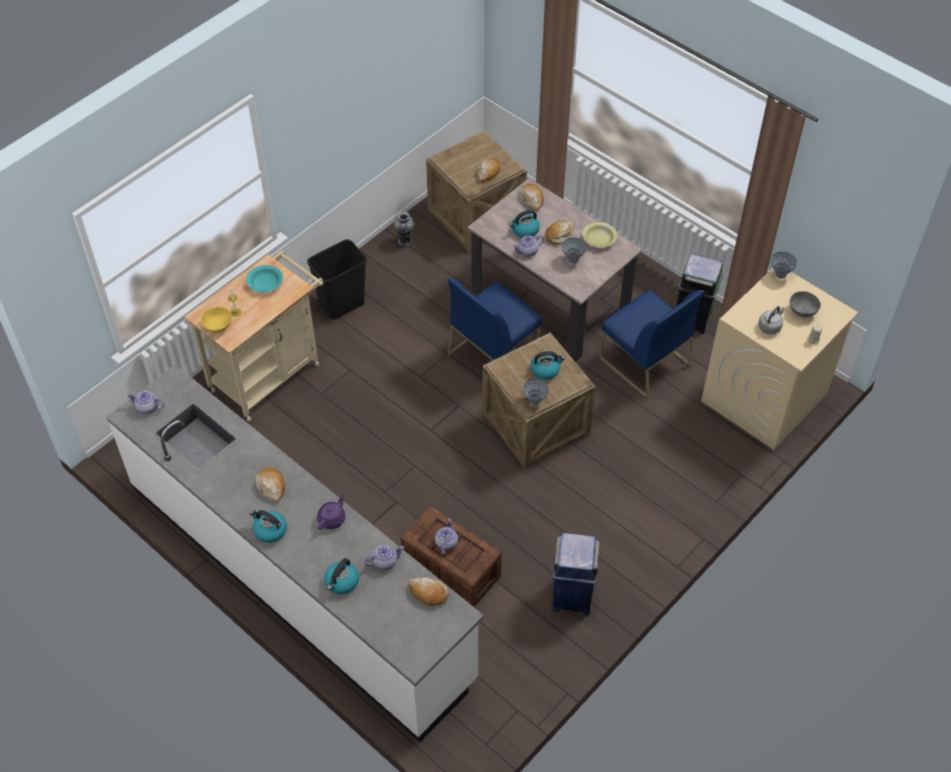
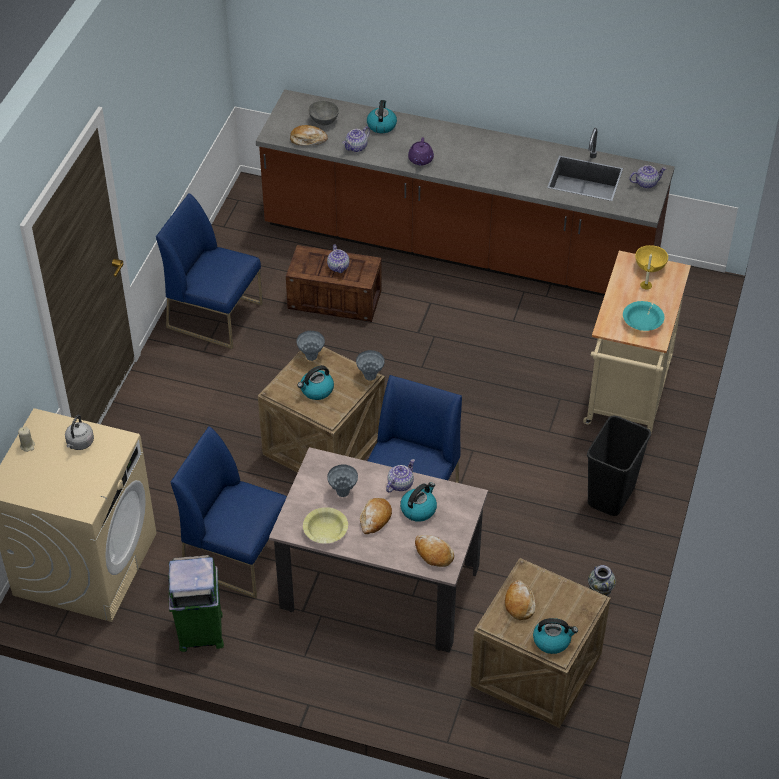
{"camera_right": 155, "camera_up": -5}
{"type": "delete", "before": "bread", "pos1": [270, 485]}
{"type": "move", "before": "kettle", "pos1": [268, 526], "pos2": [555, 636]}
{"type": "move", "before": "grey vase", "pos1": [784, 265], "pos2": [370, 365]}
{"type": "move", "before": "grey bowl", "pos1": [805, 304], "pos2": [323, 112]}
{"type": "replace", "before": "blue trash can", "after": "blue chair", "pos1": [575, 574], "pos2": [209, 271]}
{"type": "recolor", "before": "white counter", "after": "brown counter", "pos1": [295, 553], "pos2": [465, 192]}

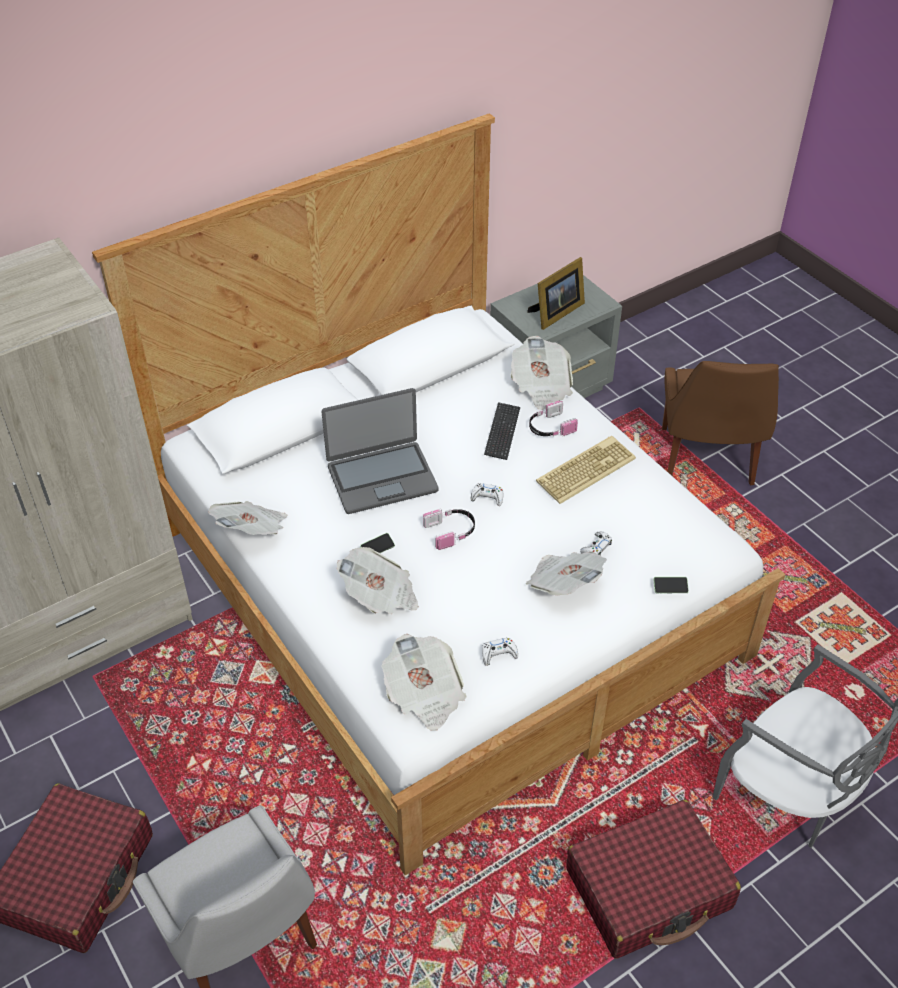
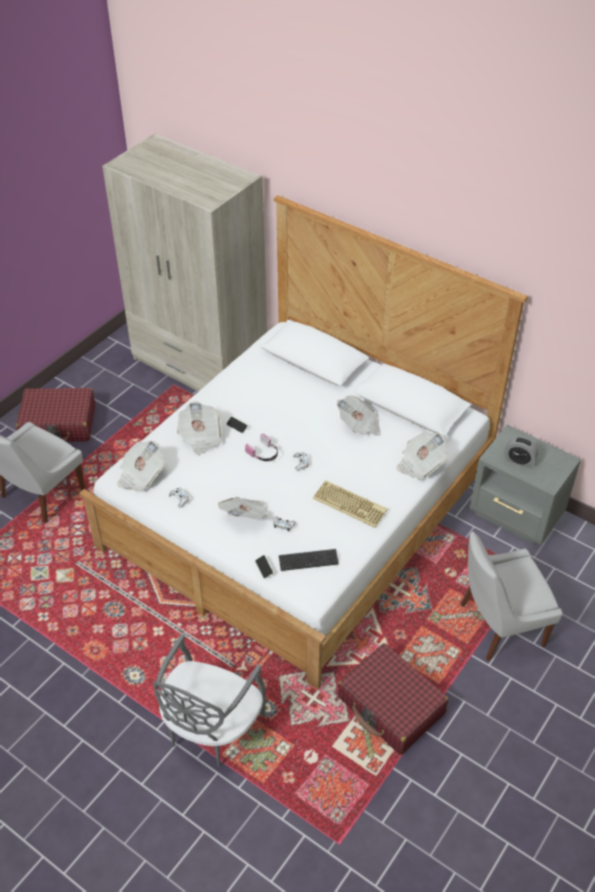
{"camera_right": 70, "camera_up": 0}
{"type": "delete", "before": "laptop", "pos1": [380, 451]}
{"type": "delete", "before": "headphones", "pos1": [553, 418]}
{"type": "move", "before": "newspaper", "pos1": [247, 518], "pos2": [359, 416]}
{"type": "move", "before": "keyboard", "pos1": [502, 431], "pos2": [309, 560]}
{"type": "move", "before": "red suitcase", "pos1": [653, 879], "pos2": [393, 699]}
{"type": "replace", "before": "picture frame", "after": "alarm clock", "pos1": [556, 293], "pos2": [521, 452]}
{"type": "recolor", "before": "brown chair", "after": "white chair", "pos1": [720, 423], "pos2": [512, 596]}

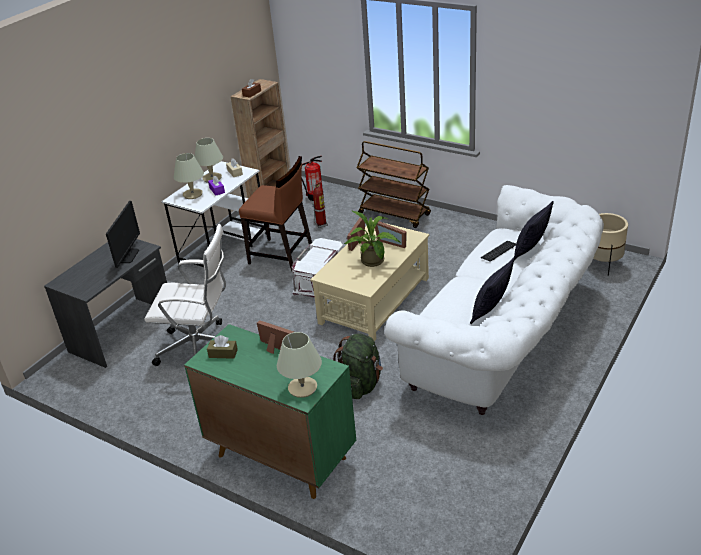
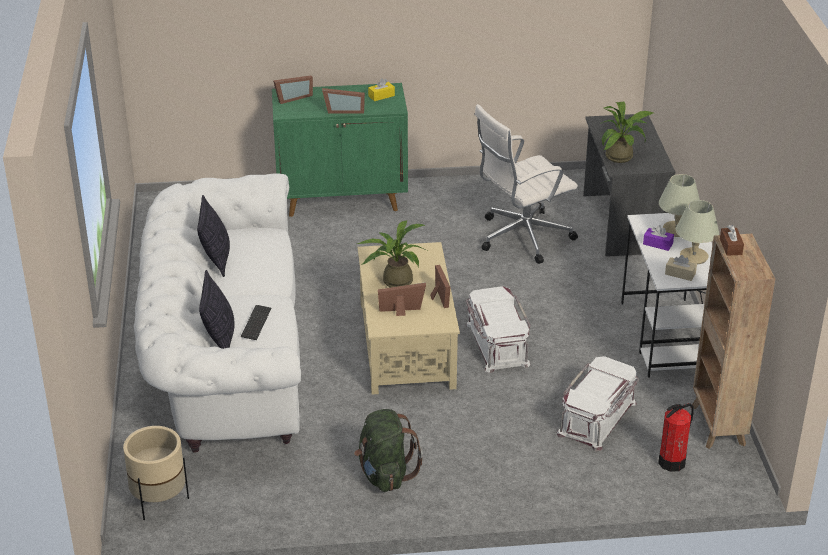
{"camera_right": 140, "camera_up": 0}
{"type": "delete", "before": "brown chair", "pos1": [275, 213]}
{"type": "delete", "before": "brown cart", "pos1": [394, 184]}
{"type": "move", "before": "green backpack", "pos1": [358, 366], "pos2": [388, 450]}
{"type": "replace", "before": "monitor", "after": "potted plant", "pos1": [123, 234], "pos2": [626, 132]}
{"type": "replace", "before": "beige table lamp", "after": "picture frame", "pos1": [299, 365], "pos2": [293, 89]}
{"type": "replace", "before": "fire extinguisher", "after": "white storage box", "pos1": [320, 204], "pos2": [597, 403]}
{"type": "recolor", "before": "brown tissue box", "after": "yellow tissue box", "pos1": [222, 347], "pos2": [381, 89]}

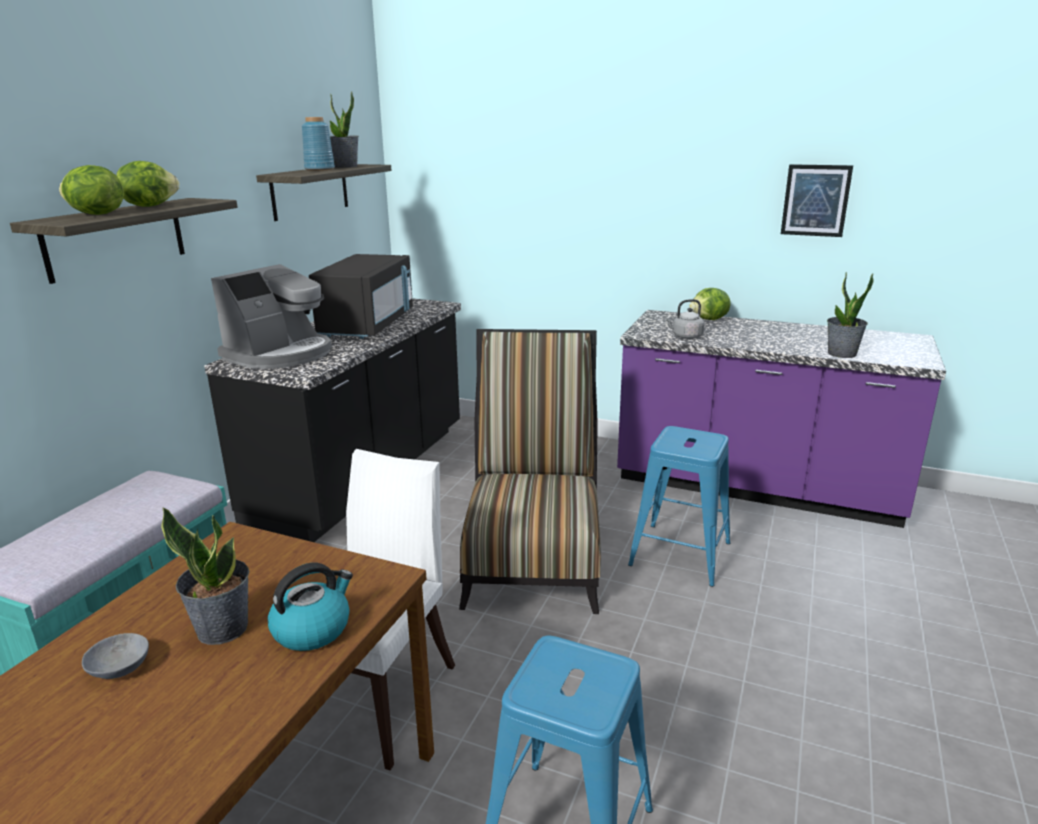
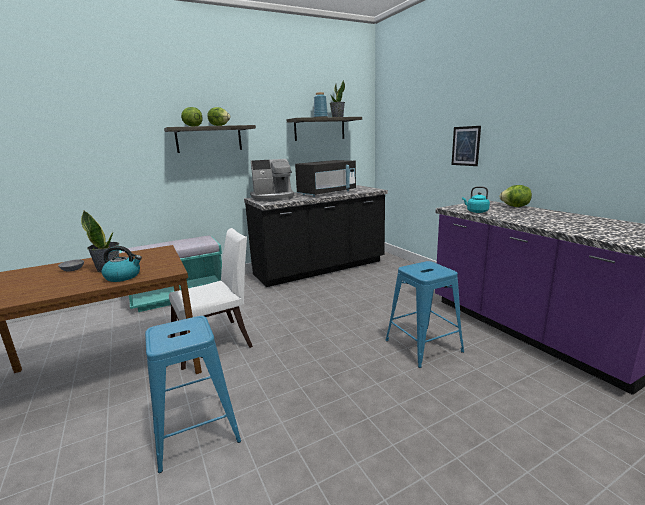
{"camera_right": 40, "camera_up": -5}
{"type": "delete", "before": "chair", "pos1": [530, 471]}
{"type": "delete", "before": "potted plant", "pos1": [850, 315]}
{"type": "move", "before": "picture", "pos1": [817, 200], "pos2": [466, 146]}
{"type": "recolor", "before": "grey kettle", "after": "turquoise kettle", "pos1": [685, 319], "pos2": [476, 199]}

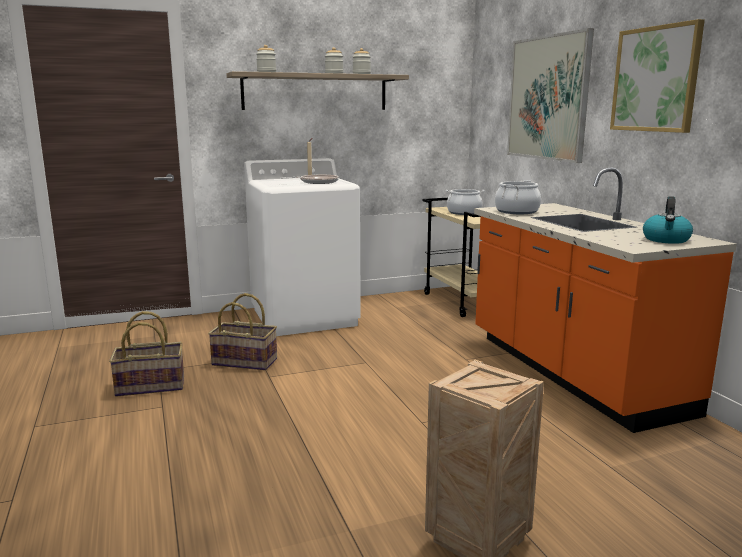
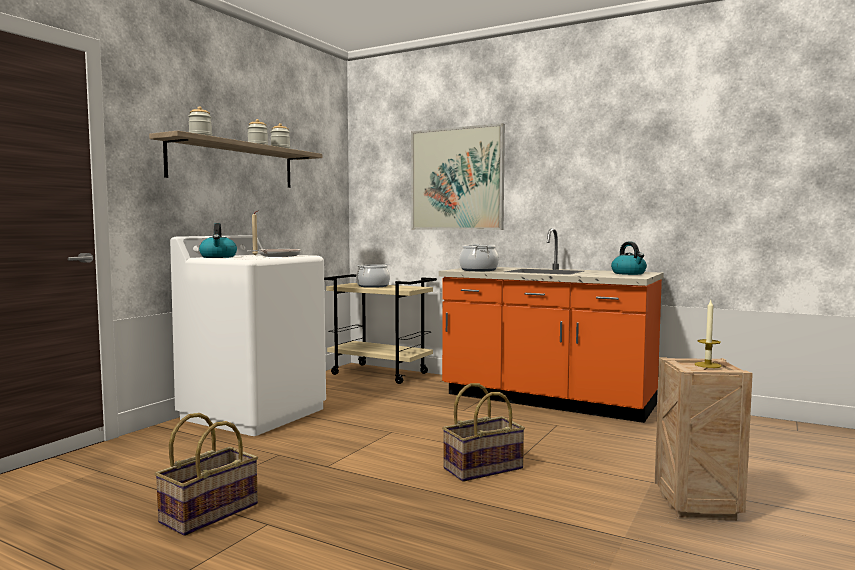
{"camera_right": -40, "camera_up": -10}
{"type": "delete", "before": "picture", "pos1": [657, 76]}
{"type": "insert", "after": "kettle", "pos2": [218, 240]}
{"type": "insert", "after": "candle", "pos2": [708, 334]}
{"type": "move", "before": "basket", "pos1": [242, 331], "pos2": [483, 432]}

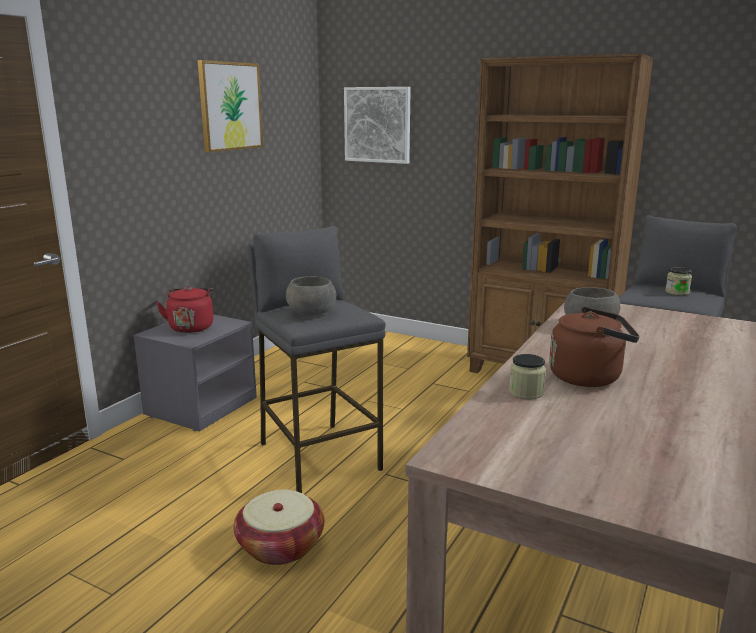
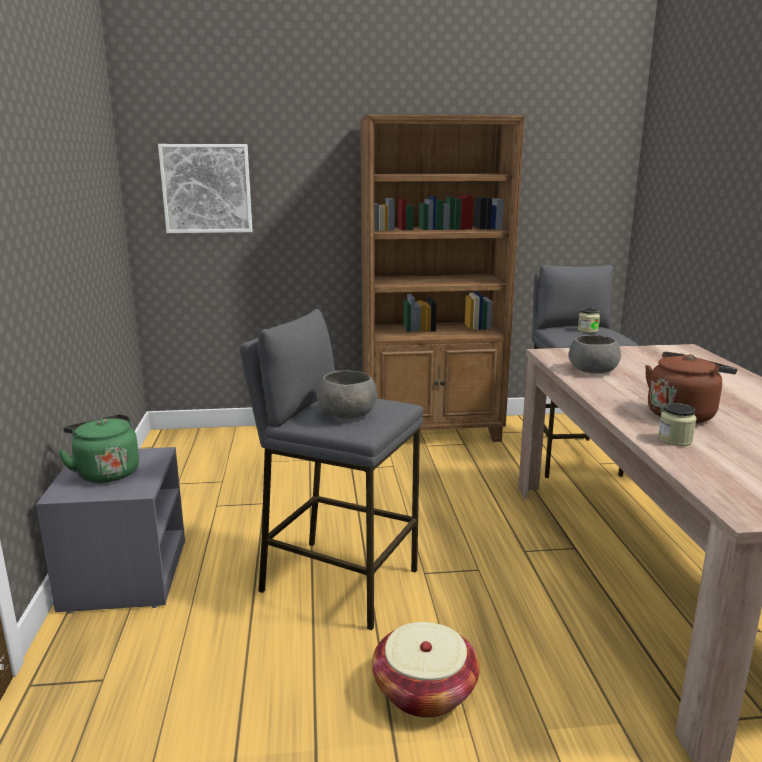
{"camera_right": -35, "camera_up": 0}
{"type": "delete", "before": "picture", "pos1": [230, 106]}
{"type": "recolor", "before": "red kettle", "after": "green kettle", "pos1": [185, 310], "pos2": [98, 448]}

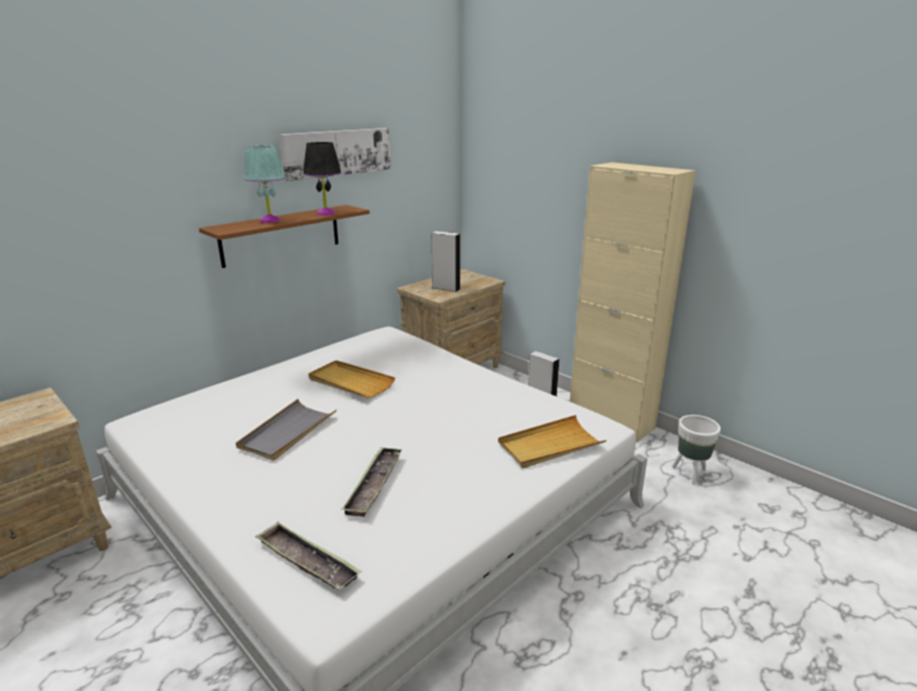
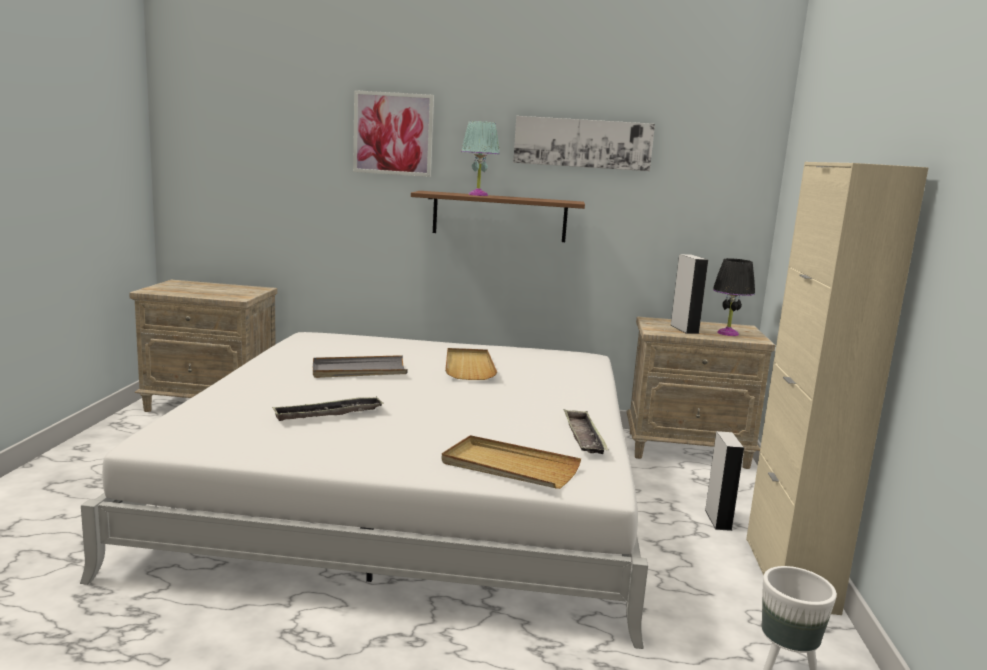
{"camera_right": 50, "camera_up": -10}
{"type": "insert", "after": "picture", "pos2": [393, 133]}
{"type": "move", "before": "tray", "pos1": [308, 556], "pos2": [586, 432]}
{"type": "move", "before": "black table lamp", "pos1": [322, 179], "pos2": [734, 297]}

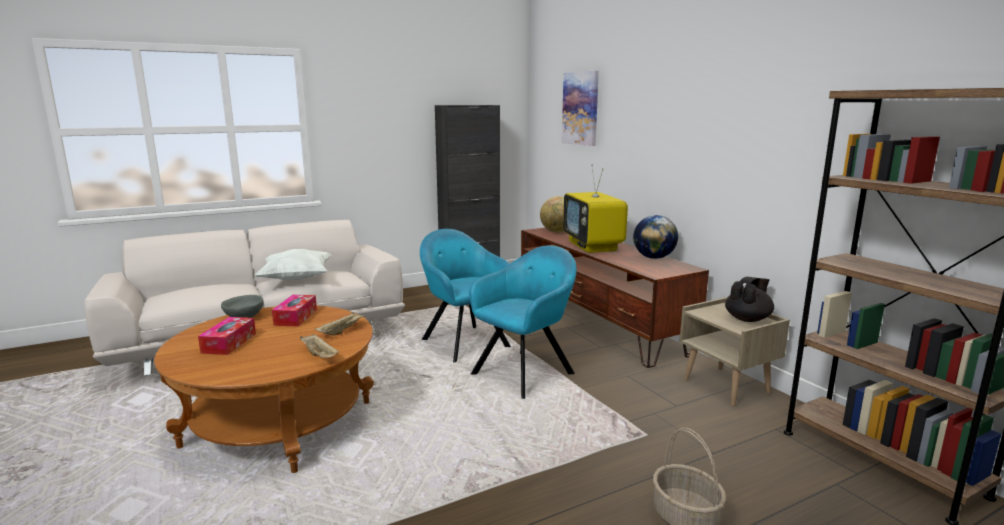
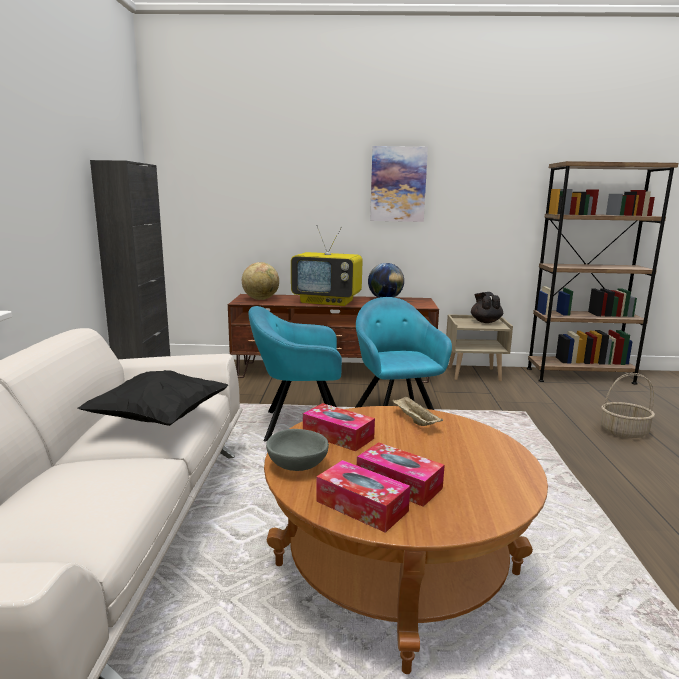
{"camera_right": -60, "camera_up": 0}
{"type": "delete", "before": "beige tray", "pos1": [319, 346]}
{"type": "insert", "after": "tissue box", "pos2": [363, 496]}
{"type": "move", "before": "picture", "pos1": [580, 108], "pos2": [399, 184]}
{"type": "recolor", "before": "white pillow", "after": "black pillow", "pos1": [293, 264], "pos2": [153, 398]}

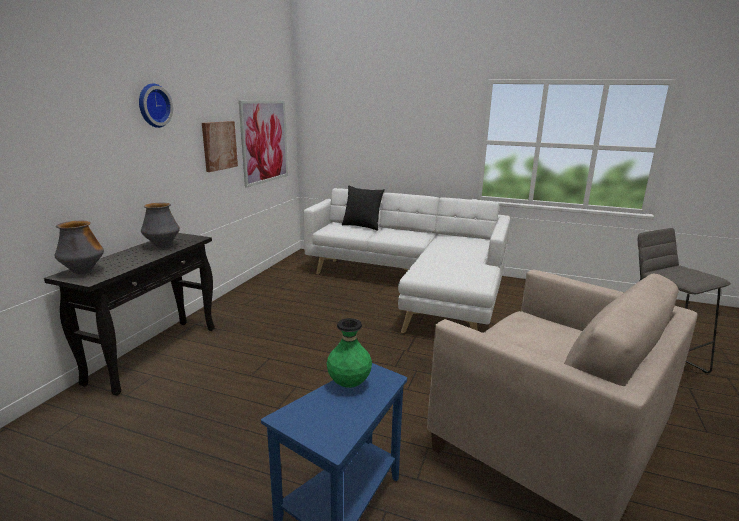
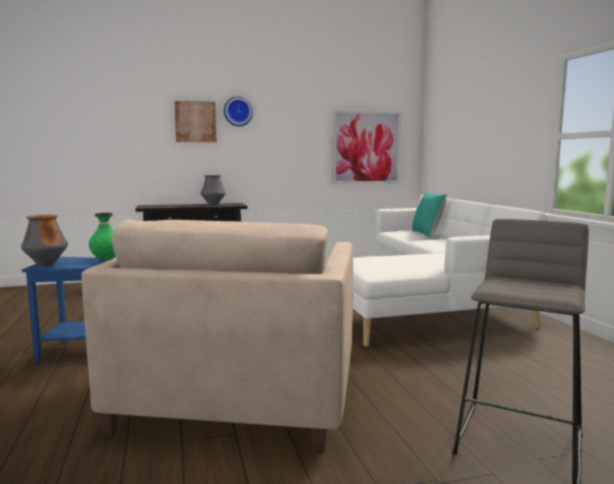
{"camera_right": 55, "camera_up": -10}
{"type": "move", "before": "vase", "pos1": [79, 247], "pos2": [44, 240]}
{"type": "move", "before": "picture", "pos1": [220, 146], "pos2": [195, 121]}
{"type": "recolor", "before": "black pillow", "after": "turquoise pillow", "pos1": [363, 208], "pos2": [429, 214]}

